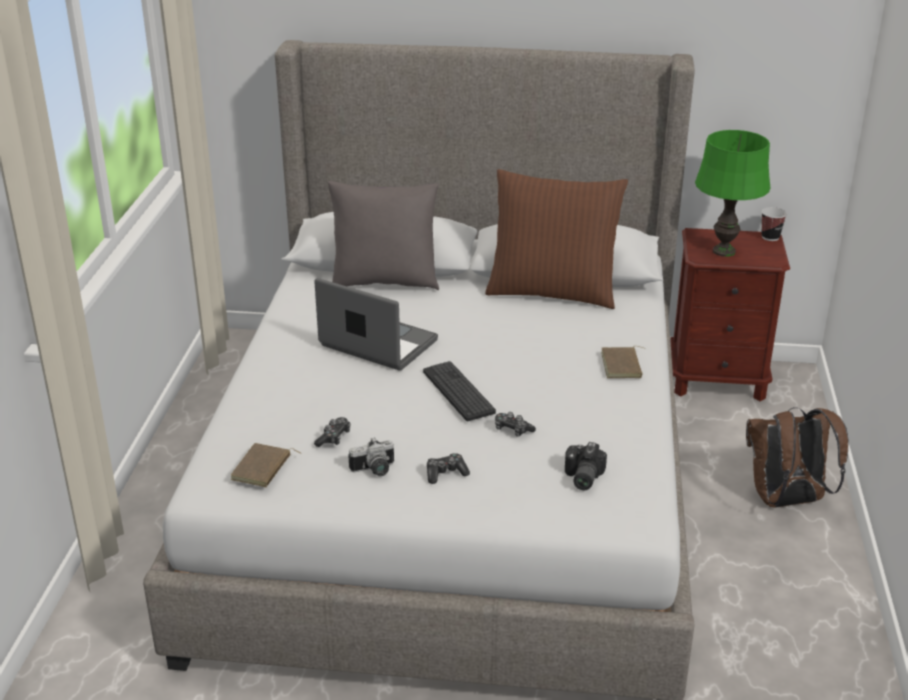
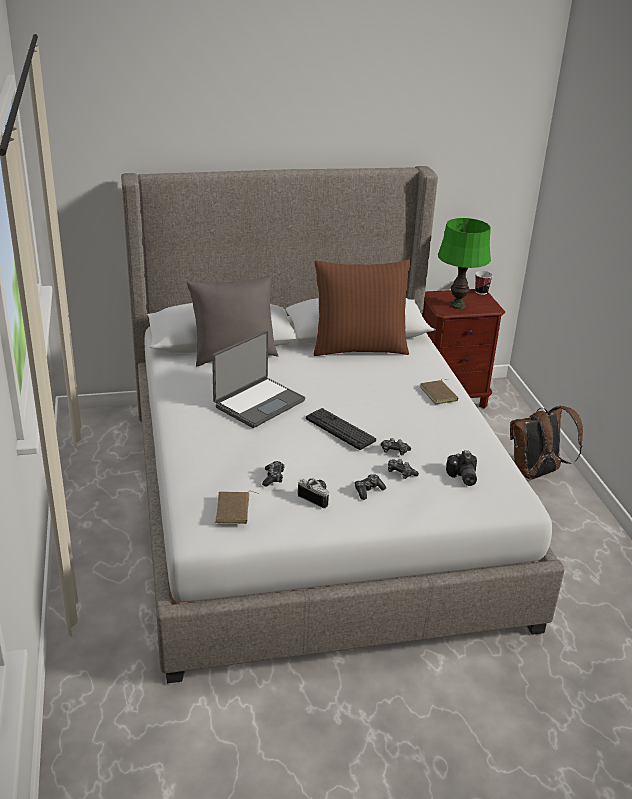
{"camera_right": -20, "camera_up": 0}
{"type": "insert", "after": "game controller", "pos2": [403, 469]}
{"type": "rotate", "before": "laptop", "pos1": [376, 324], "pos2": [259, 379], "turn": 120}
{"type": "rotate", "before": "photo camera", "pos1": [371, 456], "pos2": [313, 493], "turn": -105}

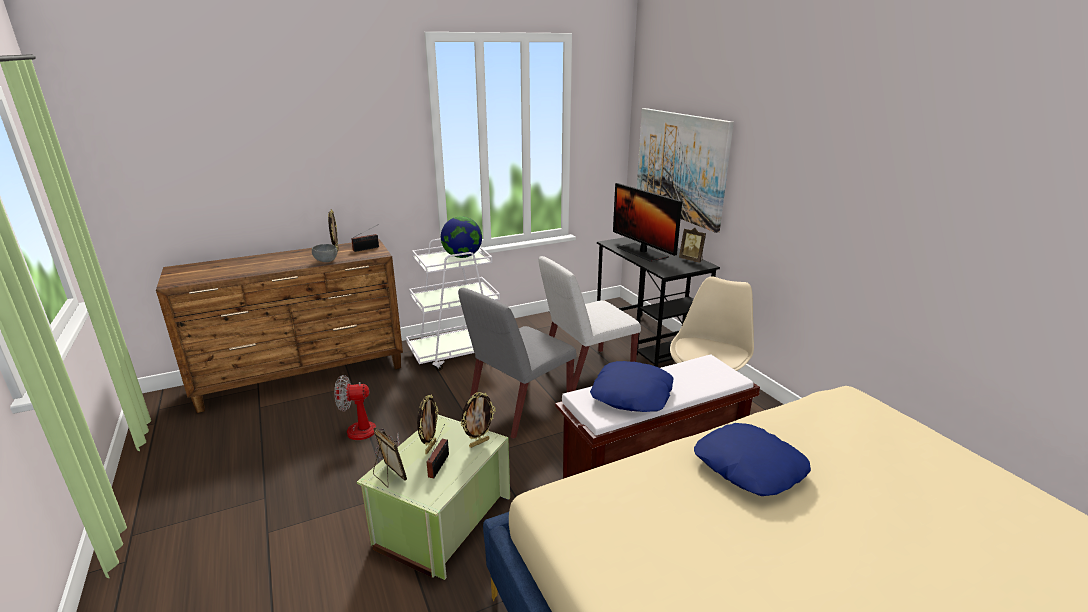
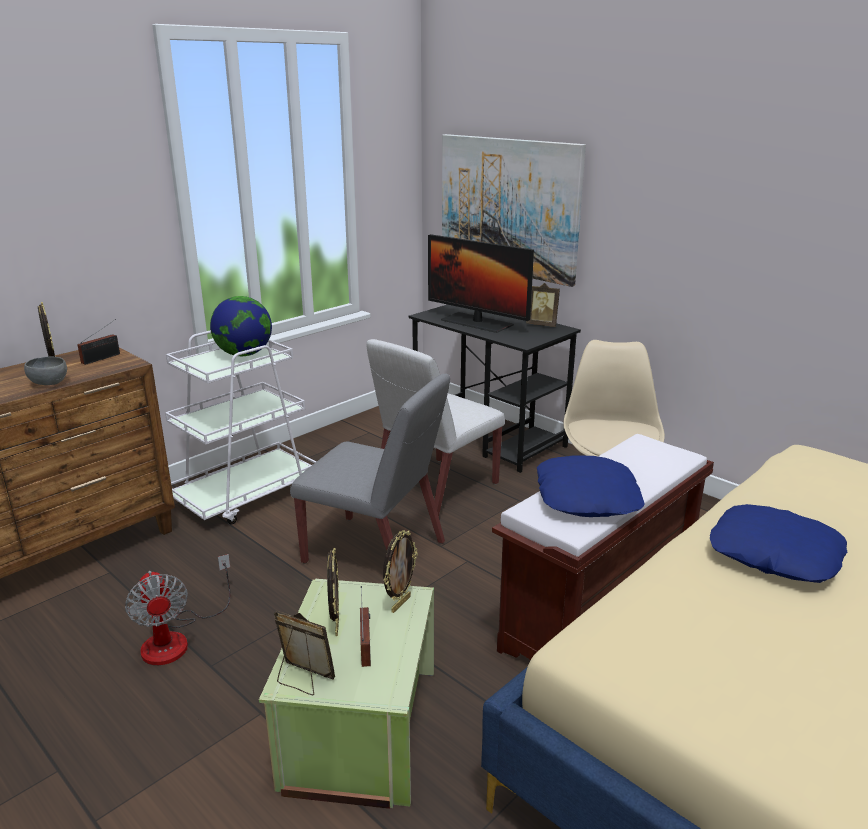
{"camera_right": -20, "camera_up": 0}
{"type": "rotate", "before": "fan", "pos1": [367, 417], "pos2": [177, 609], "turn": -90}
{"type": "rotate", "before": "grey chair", "pos1": [517, 363], "pos2": [370, 468], "turn": -90}

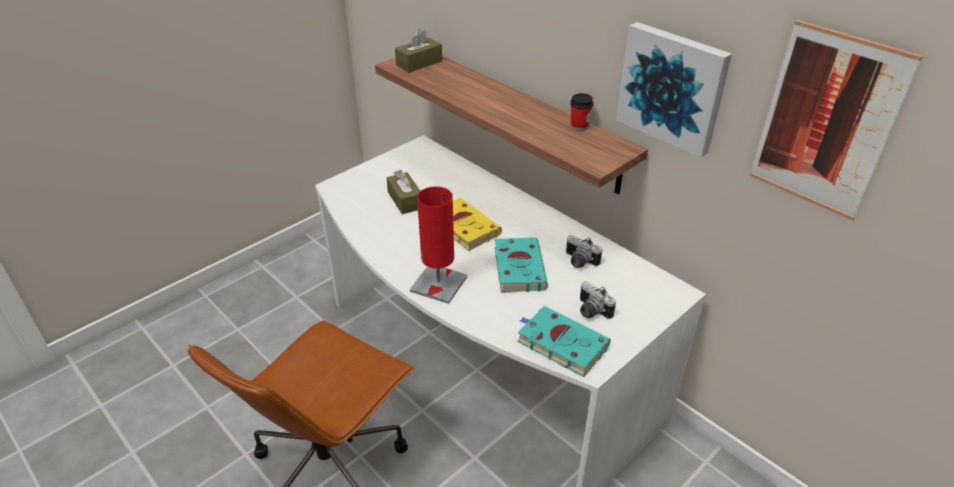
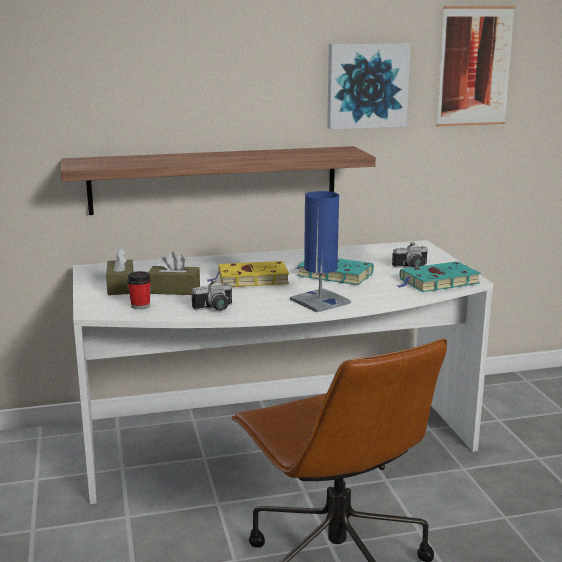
{"camera_right": -60, "camera_up": -20}
{"type": "move", "before": "brown tissue box", "pos1": [418, 51], "pos2": [119, 271]}
{"type": "move", "before": "photo camera", "pos1": [584, 251], "pos2": [212, 295]}
{"type": "move", "before": "cup", "pos1": [582, 112], "pos2": [139, 290]}
{"type": "recolor", "before": "red table lamp", "after": "blue table lamp", "pos1": [438, 245], "pos2": [320, 251]}

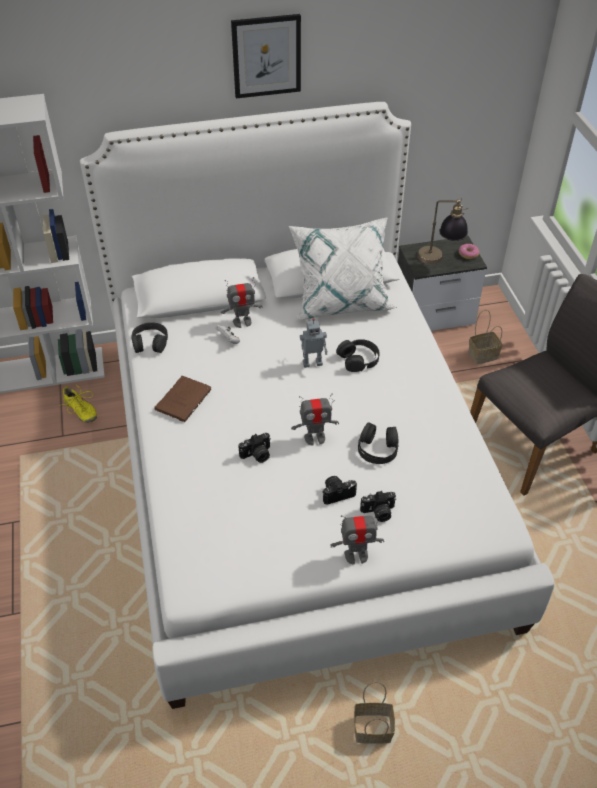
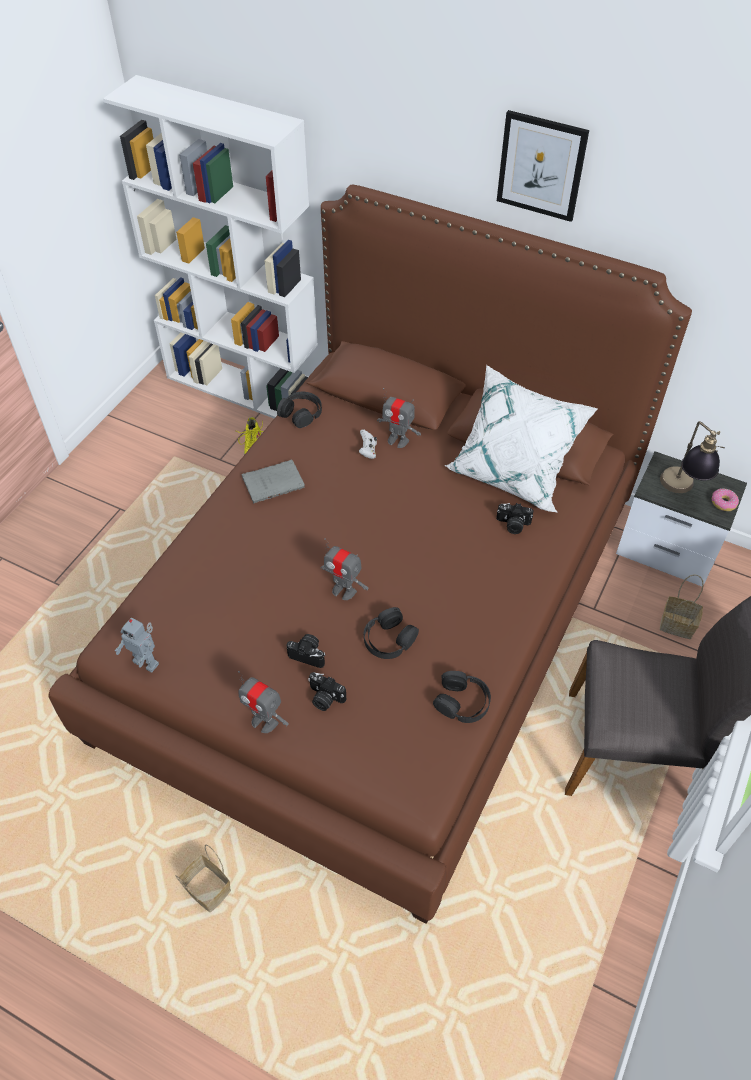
{"camera_right": 40, "camera_up": 5}
{"type": "move", "before": "photo camera", "pos1": [254, 448], "pos2": [515, 518]}
{"type": "move", "before": "toy robot", "pos1": [314, 343], "pos2": [137, 645]}
{"type": "move", "before": "black headphones", "pos1": [358, 355], "pos2": [462, 697]}
{"type": "recolor", "before": "white bed", "after": "brown bed", "pos1": [317, 405], "pos2": [370, 554]}
{"type": "recolor", "before": "brown book", "after": "grey book", "pos1": [182, 399], "pos2": [273, 481]}

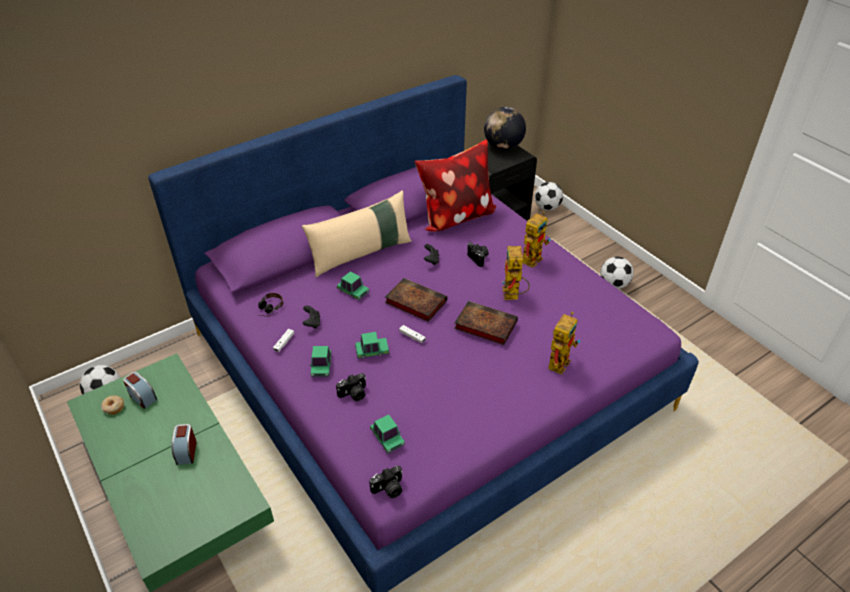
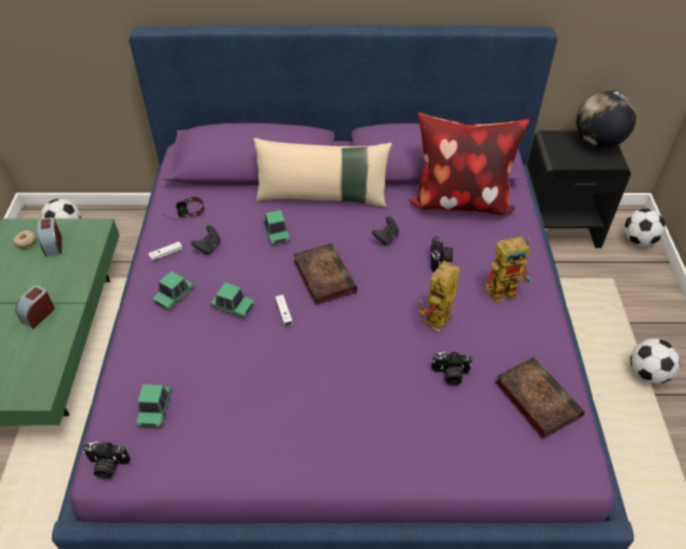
{"camera_right": 35, "camera_up": 5}
{"type": "delete", "before": "toy robot", "pos1": [564, 343]}
{"type": "move", "before": "photo camera", "pos1": [351, 387], "pos2": [451, 368]}
{"type": "move", "before": "book", "pos1": [486, 323], "pos2": [540, 398]}

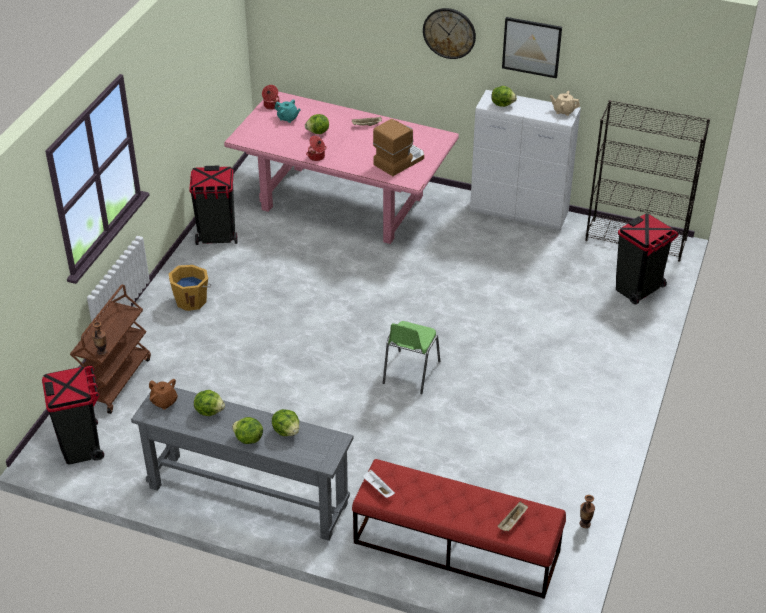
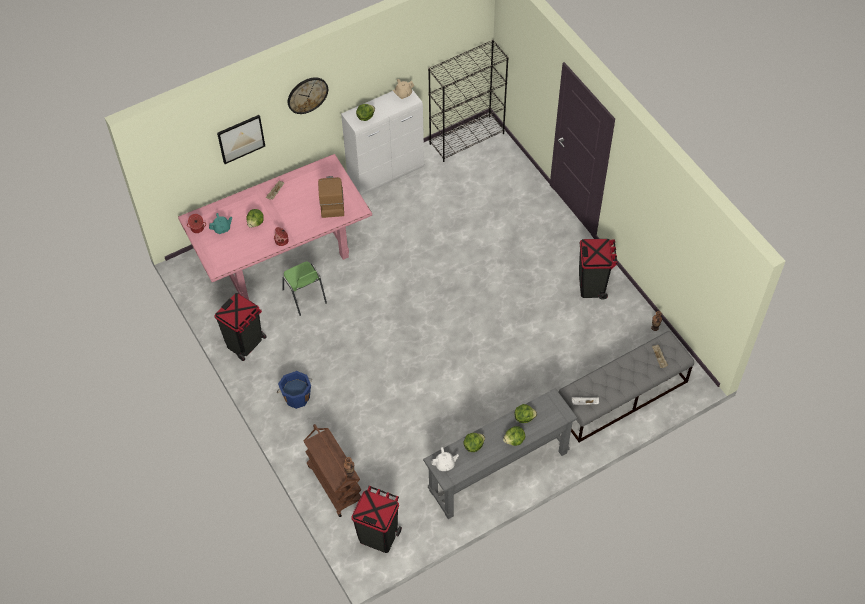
{"camera_right": -50, "camera_up": 15}
{"type": "move", "before": "green chair", "pos1": [411, 357], "pos2": [304, 288]}
{"type": "move", "before": "picture", "pos1": [532, 47], "pos2": [241, 139]}
{"type": "move", "before": "black trash can", "pos1": [647, 259], "pos2": [598, 269]}
{"type": "recolor", "before": "brown teapot", "after": "white teapot", "pos1": [163, 394], "pos2": [445, 459]}
{"type": "recolor", "before": "orange bucket", "after": "blue bucket", "pos1": [190, 288], "pos2": [294, 390]}
{"type": "recolor", "before": "red bench", "after": "grey bench", "pos1": [459, 529], "pos2": [626, 386]}

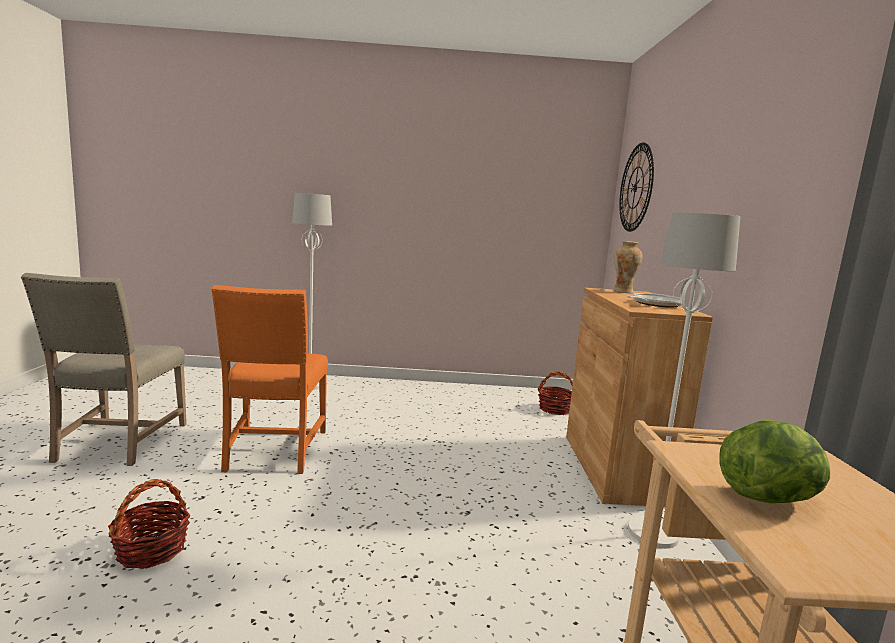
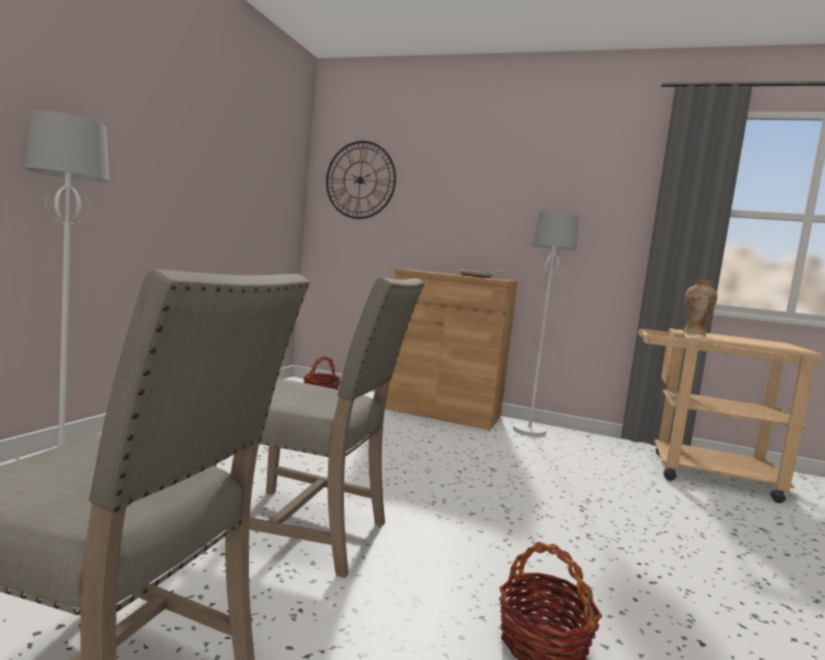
{"camera_right": -70, "camera_up": -5}
{"type": "delete", "before": "lettuce", "pos1": [774, 461]}
{"type": "move", "before": "vase", "pos1": [628, 267], "pos2": [700, 307]}
{"type": "recolor", "before": "orange chair", "after": "beige chair", "pos1": [269, 379], "pos2": [319, 427]}

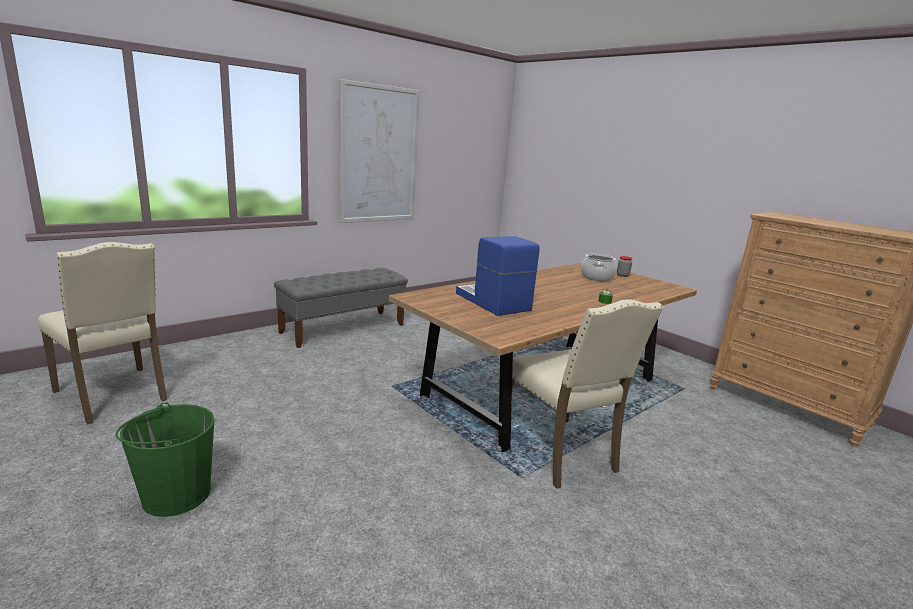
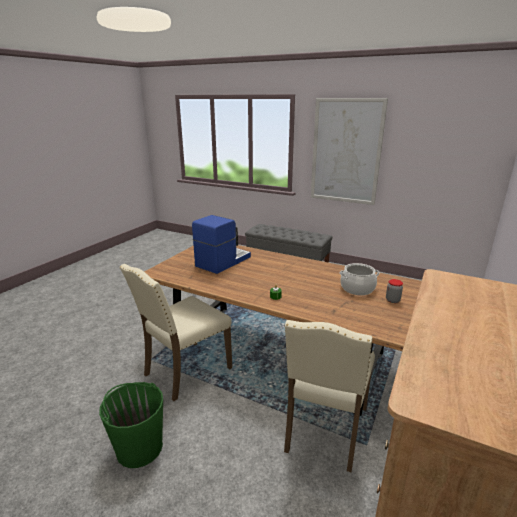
{"camera_right": 70, "camera_up": 5}
{"type": "move", "before": "beige chair", "pos1": [102, 333], "pos2": [329, 396]}
{"type": "move", "before": "green bucket", "pos1": [165, 459], "pos2": [131, 425]}

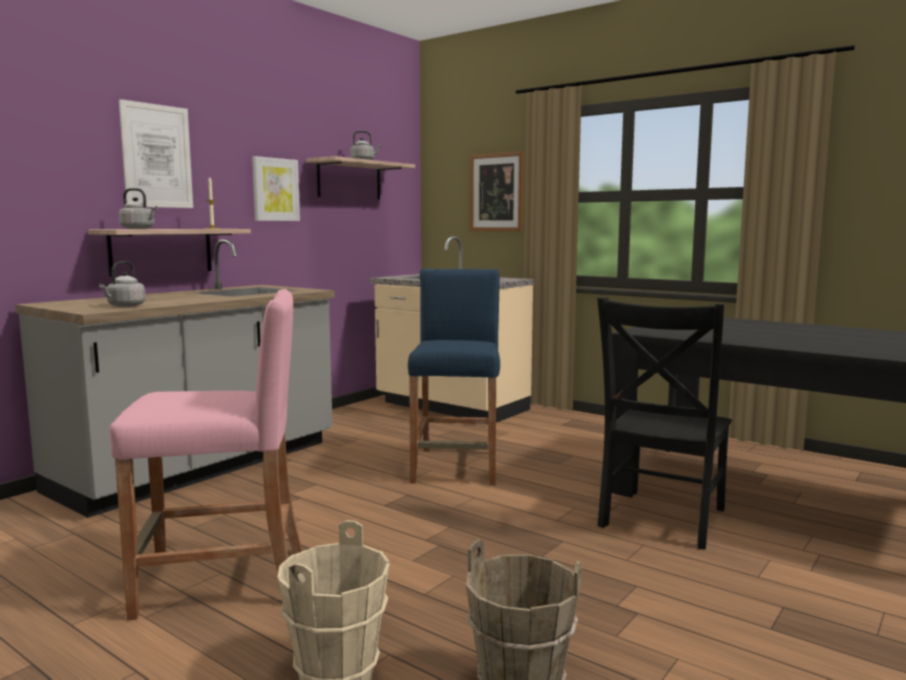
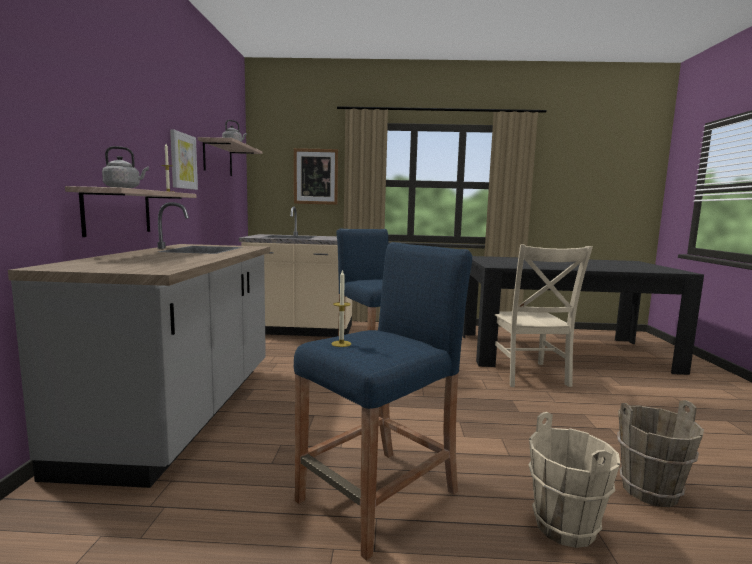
{"camera_right": -35, "camera_up": 0}
{"type": "delete", "before": "grey kettle", "pos1": [122, 284]}
{"type": "delete", "before": "picture", "pos1": [156, 153]}
{"type": "insert", "after": "candle", "pos2": [341, 308]}
{"type": "recolor", "before": "pink stool", "after": "blue stool", "pos1": [206, 454], "pos2": [383, 401]}
{"type": "recolor", "before": "black chair", "after": "beige chair", "pos1": [664, 423], "pos2": [544, 316]}

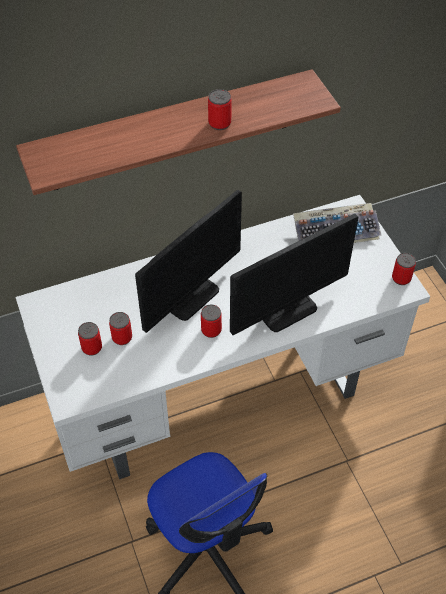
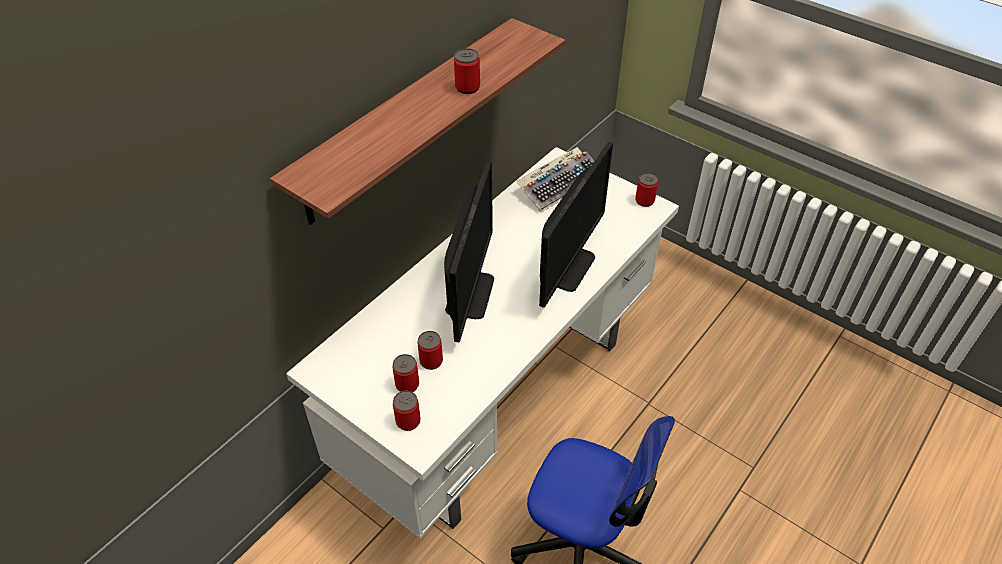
{"camera_right": -30, "camera_up": -5}
{"type": "move", "before": "can", "pos1": [211, 321], "pos2": [407, 410]}

